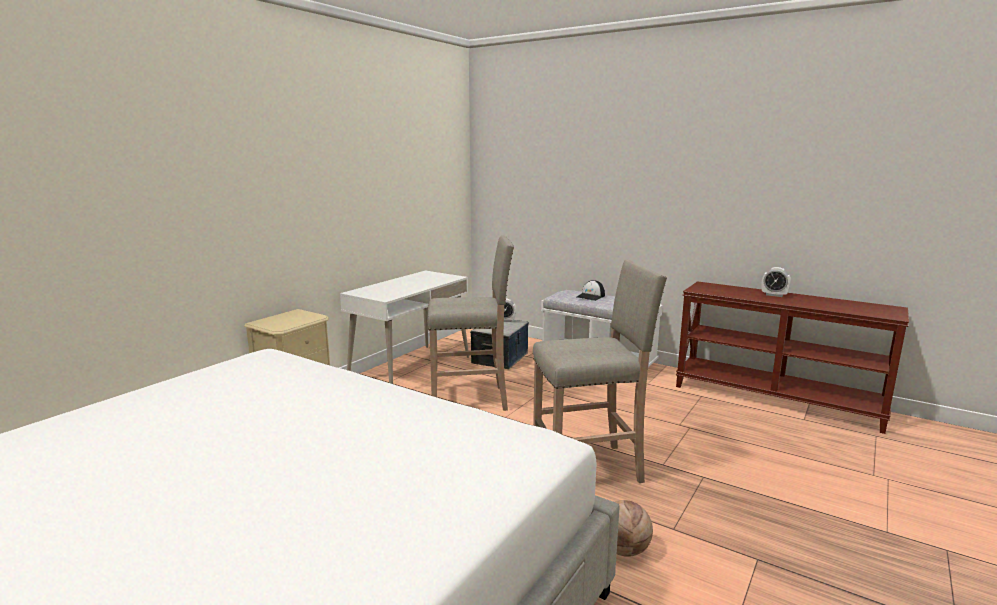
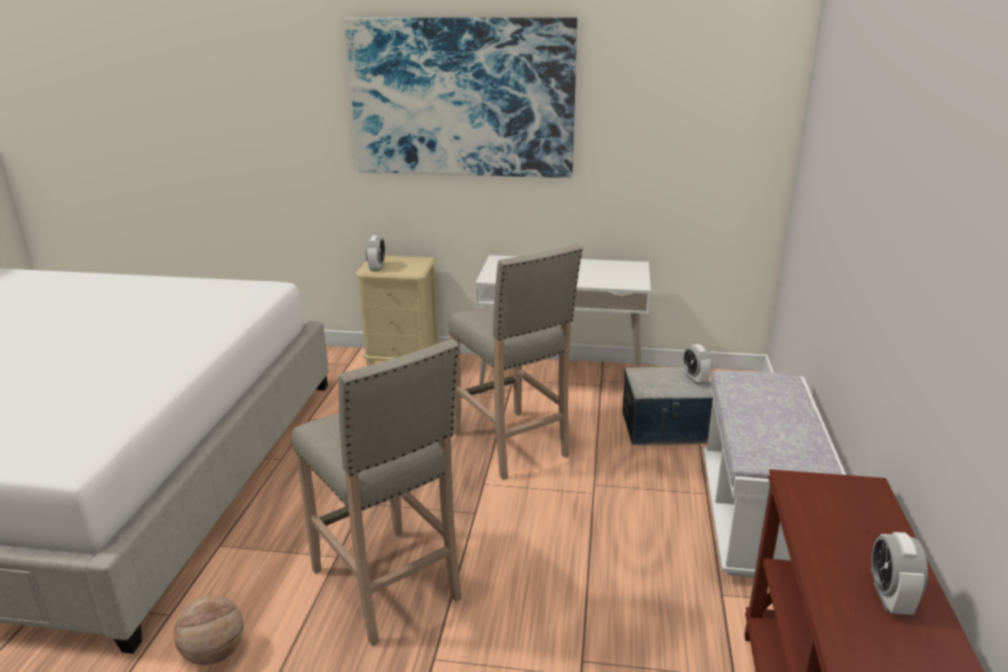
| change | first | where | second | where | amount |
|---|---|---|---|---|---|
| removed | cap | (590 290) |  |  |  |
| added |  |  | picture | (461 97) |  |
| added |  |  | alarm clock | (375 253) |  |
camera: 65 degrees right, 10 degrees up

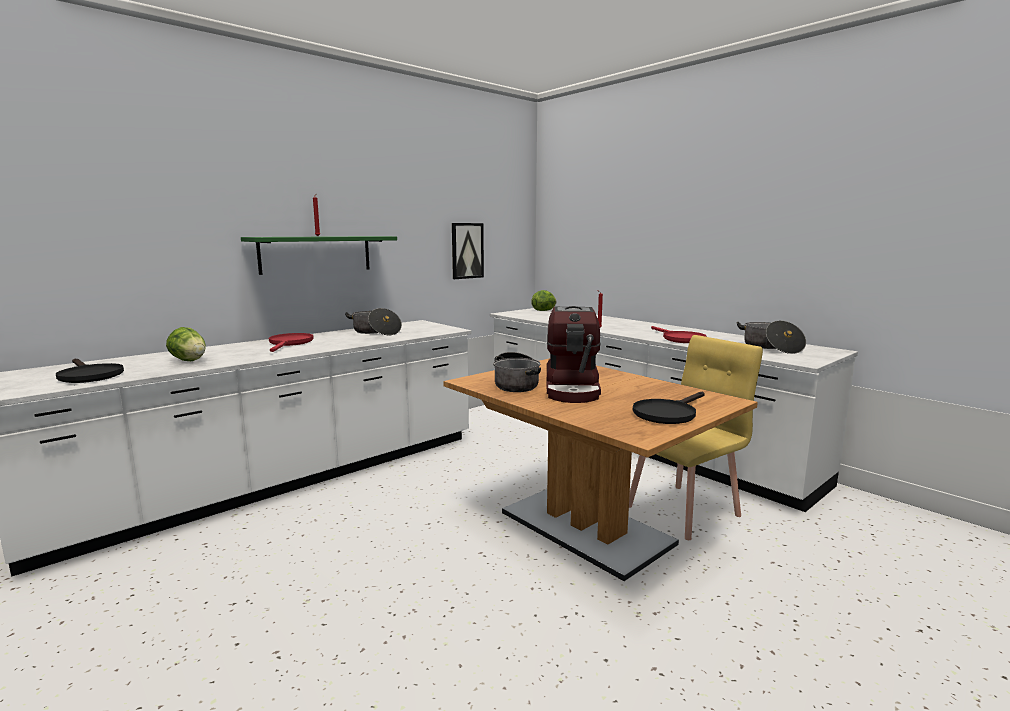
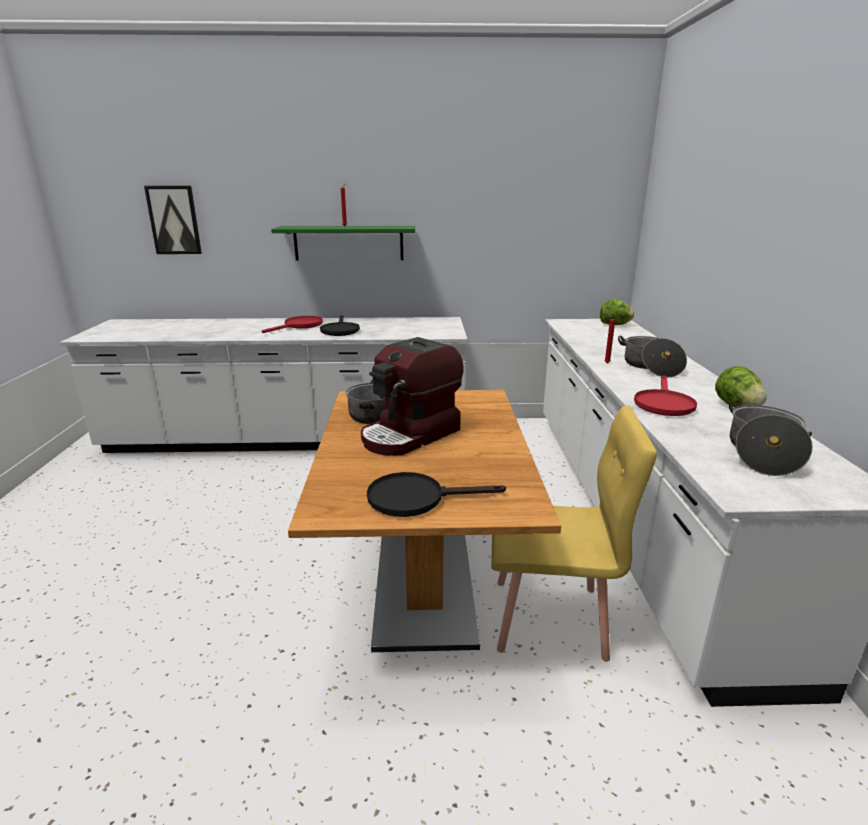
| change | first | where | second | where | amount |
|---|---|---|---|---|---|
| moved | frying pan (black) | (90 371) |  | (340 325) |  |
| moved | lettuce | (186 344) |  | (741 387) |  |
| moved | cooking pot | (373 321) |  | (652 357) |  |
| moved | picture | (468 251) |  | (173 220) |  |
camera: 40 degrees right, 10 degrees up

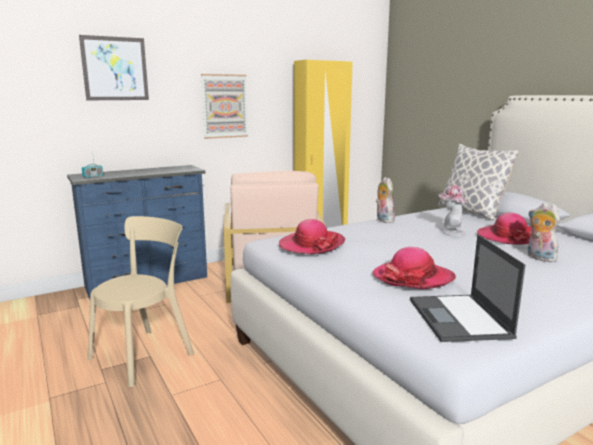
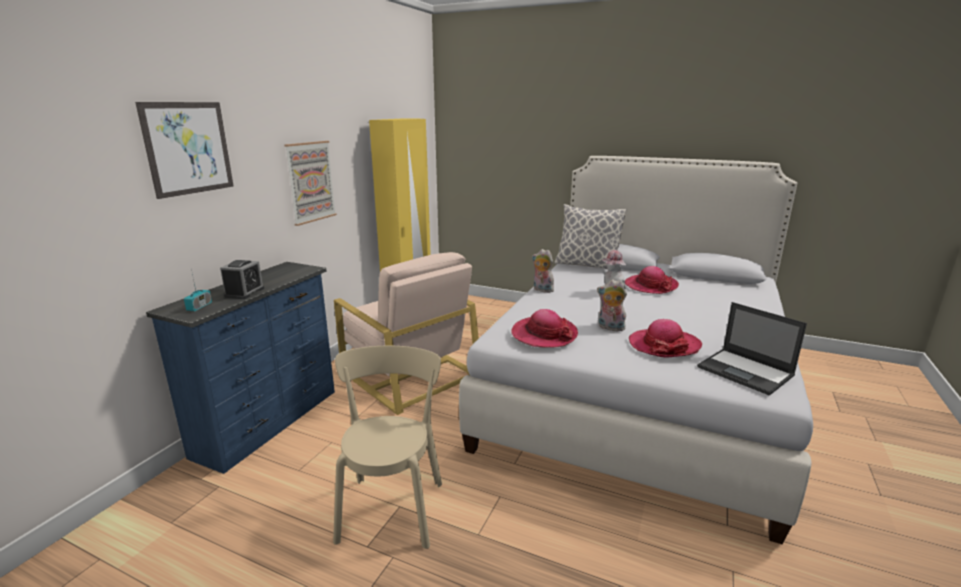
| change | first | where | second | where | amount |
|---|---|---|---|---|---|
| moved | plush toy | (544 232) |  | (612 305) |  |
| added |  |  | alarm clock | (242 279) |  |
camera: 35 degrees left, 5 degrees up

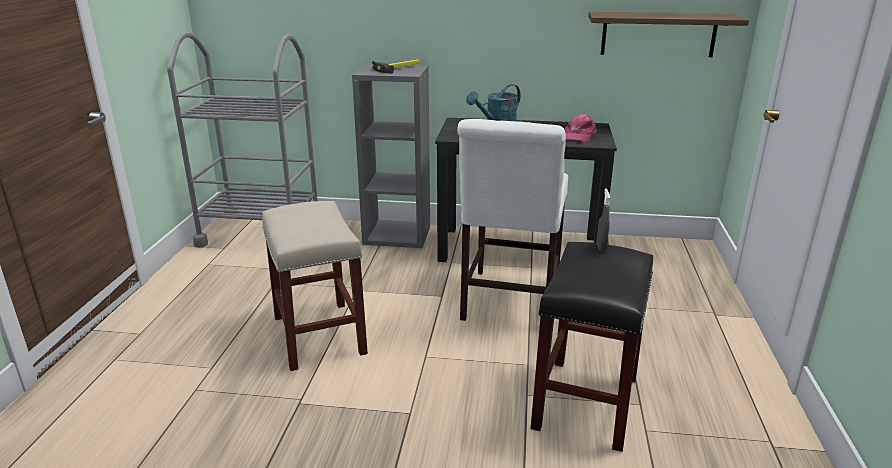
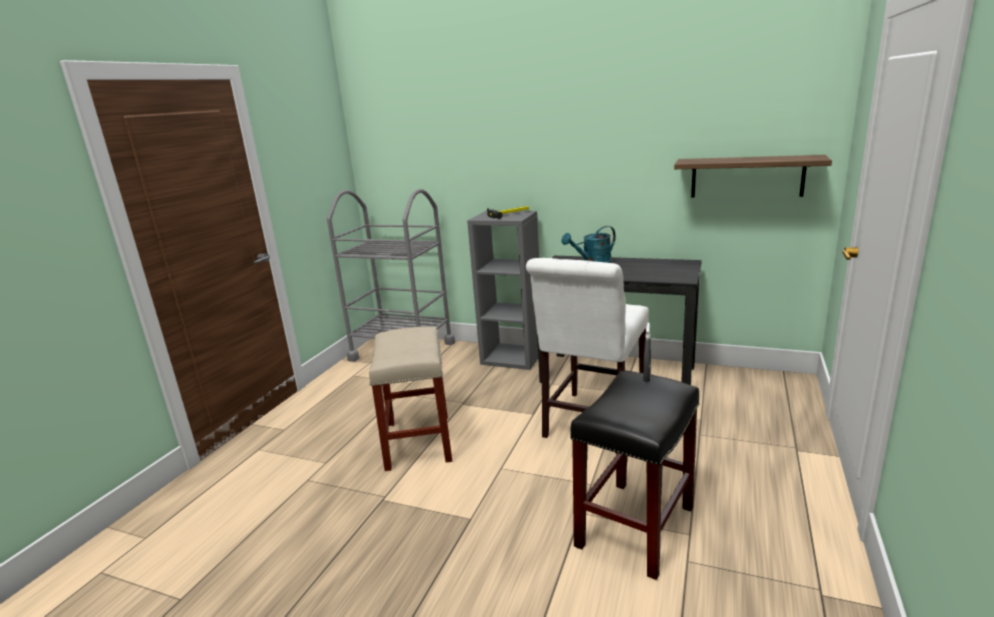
| change | first | where | second | where | amount |
|---|---|---|---|---|---|
| removed | cap (pink) | (580 127) |  |  |  |
camera: 15 degrees right, 5 degrees down

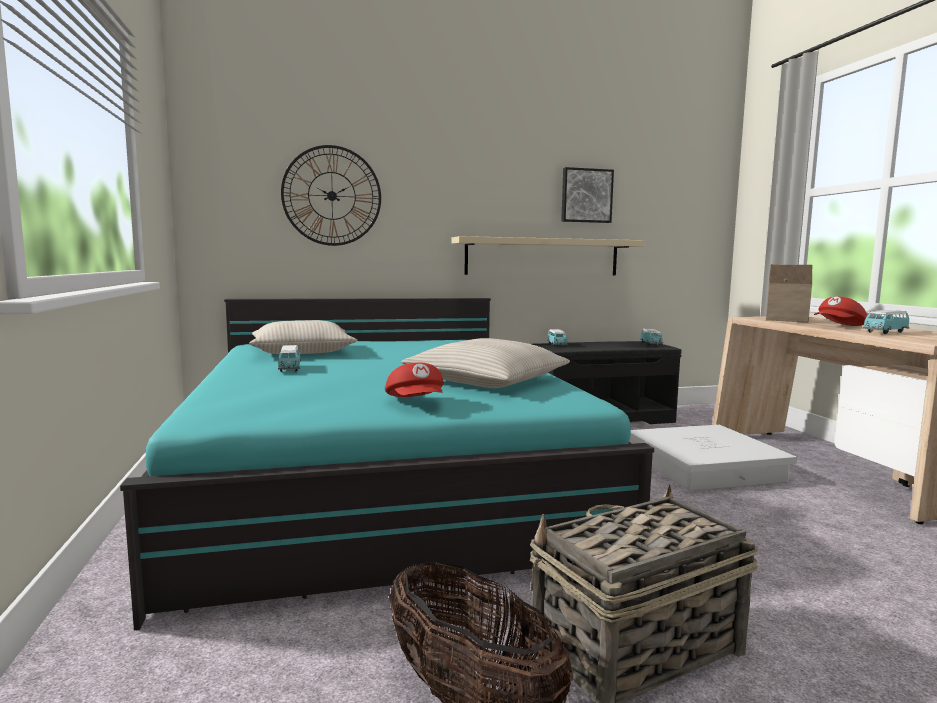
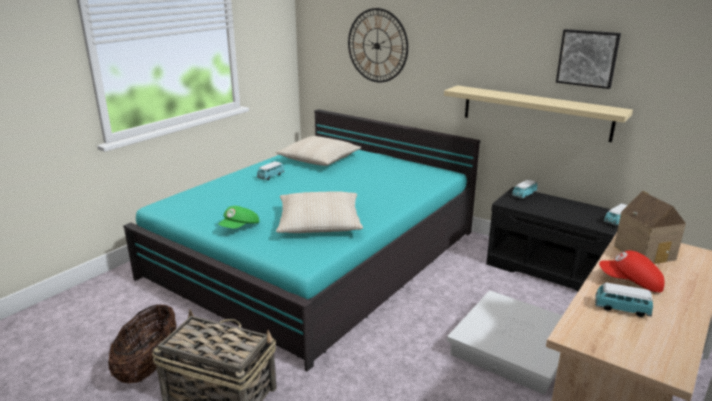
| change | first | where | second | where | amount |
|---|---|---|---|---|---|
| recoloured | cap (red) | (414 379) | cap (green) | (238 217) |  |
camera: 50 degrees right, 15 degrees up

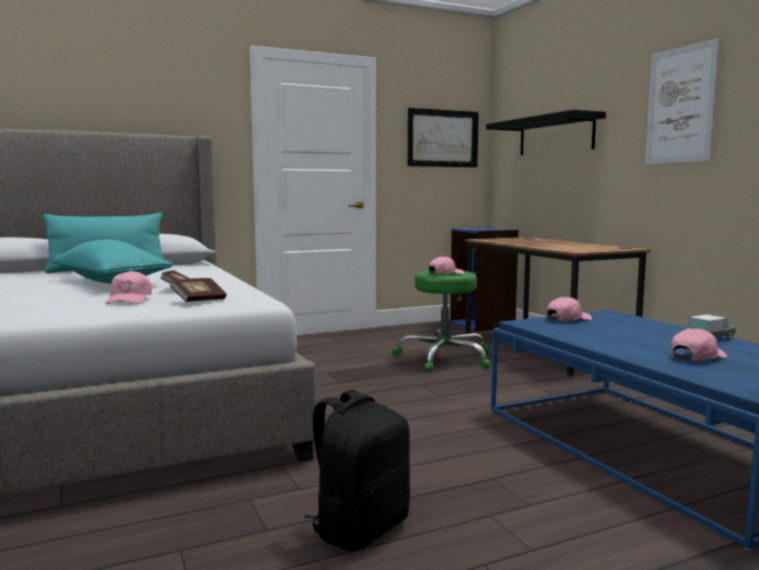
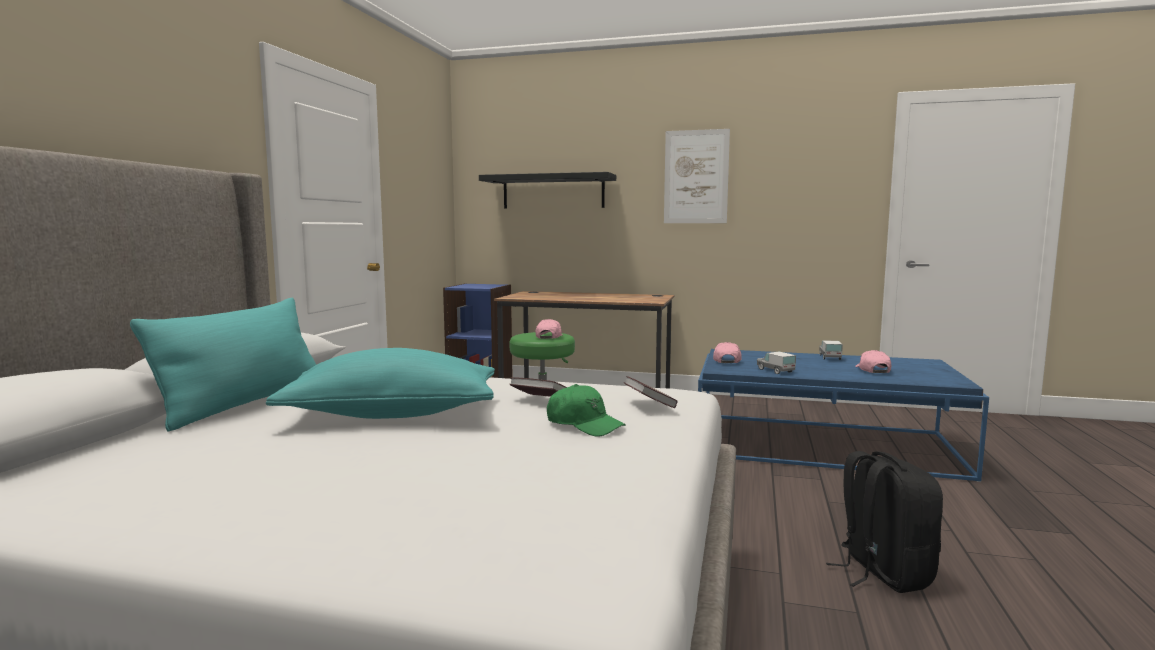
| change | first | where | second | where | amount |
|---|---|---|---|---|---|
| recoloured | cap (pink) | (129 287) | cap (green) | (586 410) |  |
| removed | picture | (443 137) |  |  |  |
| added |  |  | toy truck | (776 363) |  |
camera: 50 degrees left, 0 degrees up

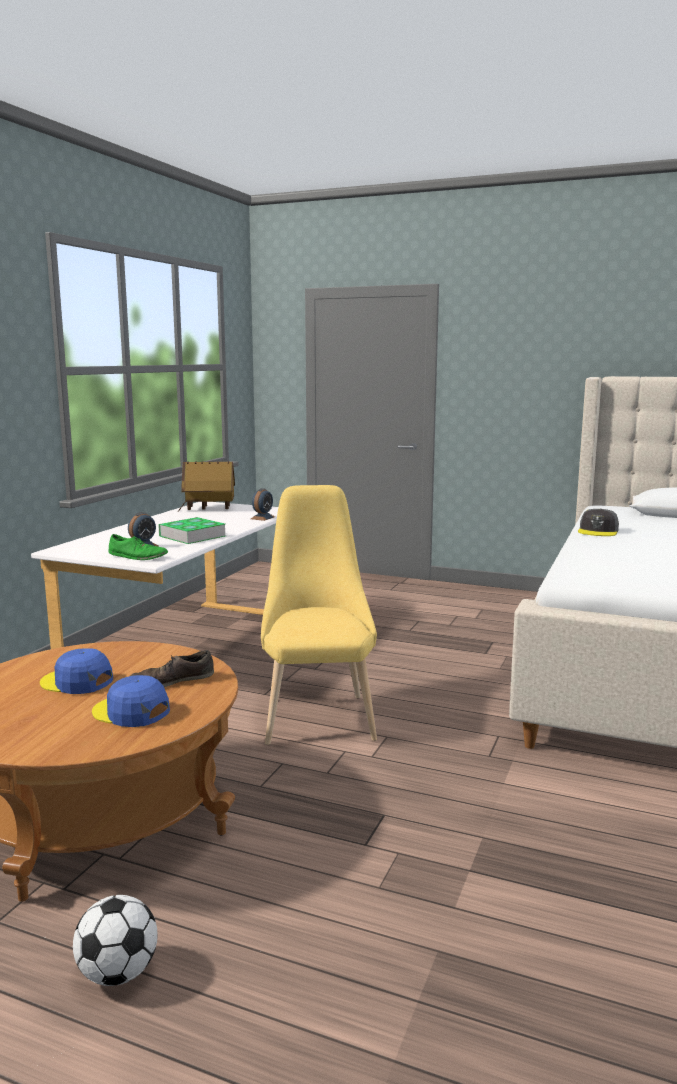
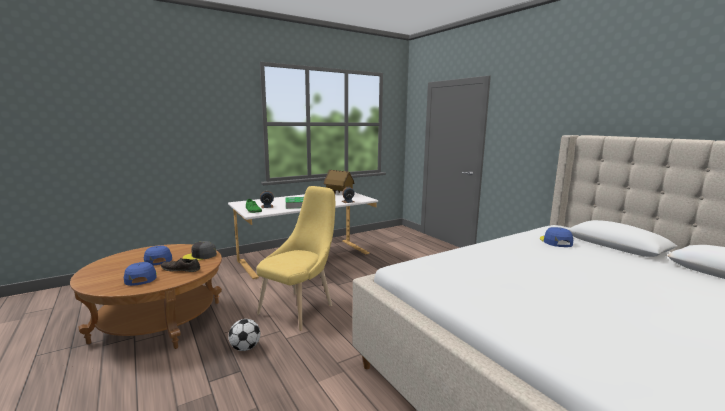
| change | first | where | second | where | amount |
|---|---|---|---|---|---|
| moved | football | (115 940) |  | (244 335) |  |
| moved | cap (grey) | (598 522) |  | (200 250) |  |
| added |  |  | cap (blue) | (556 237) |  |
camera: 35 degrees right, 0 degrees up

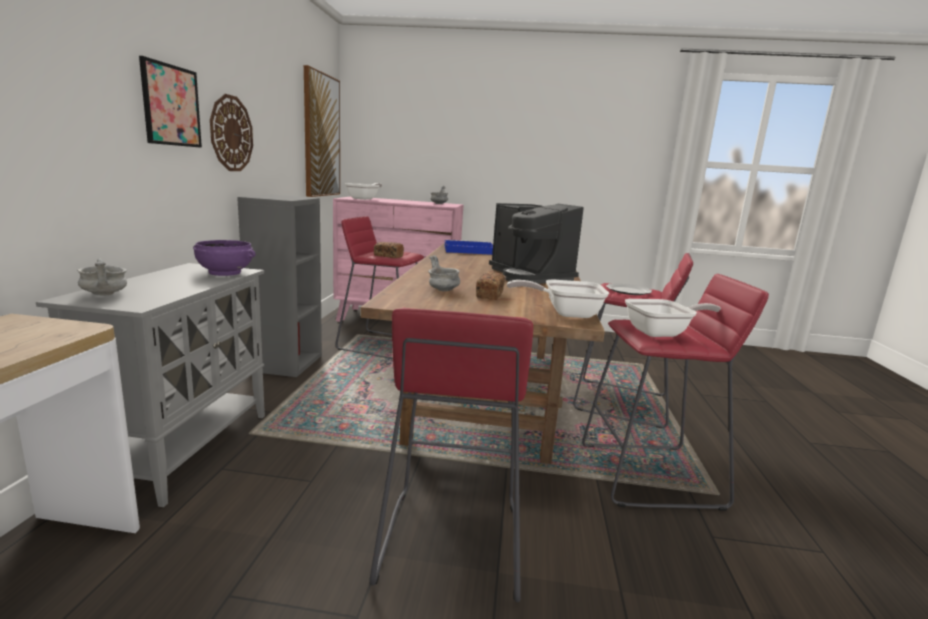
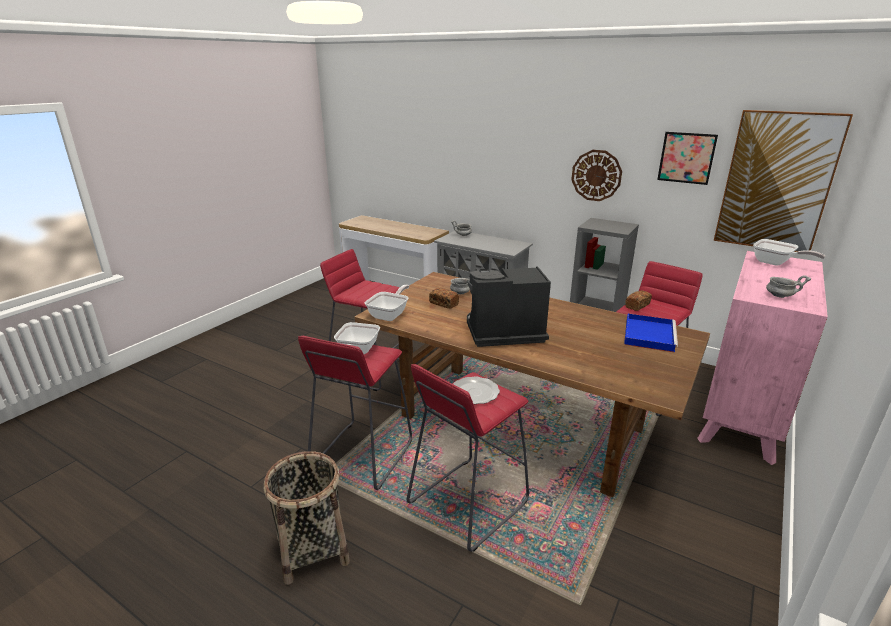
| change | first | where | second | where | amount |
|---|---|---|---|---|---|
| moved | picture | (170 102) |  | (687 158) |  |
| removed | bowl (purple) | (224 258) |  |  |  |
| added |  |  | basket | (307 518) |  |
camera: 115 degrees right, 10 degrees up

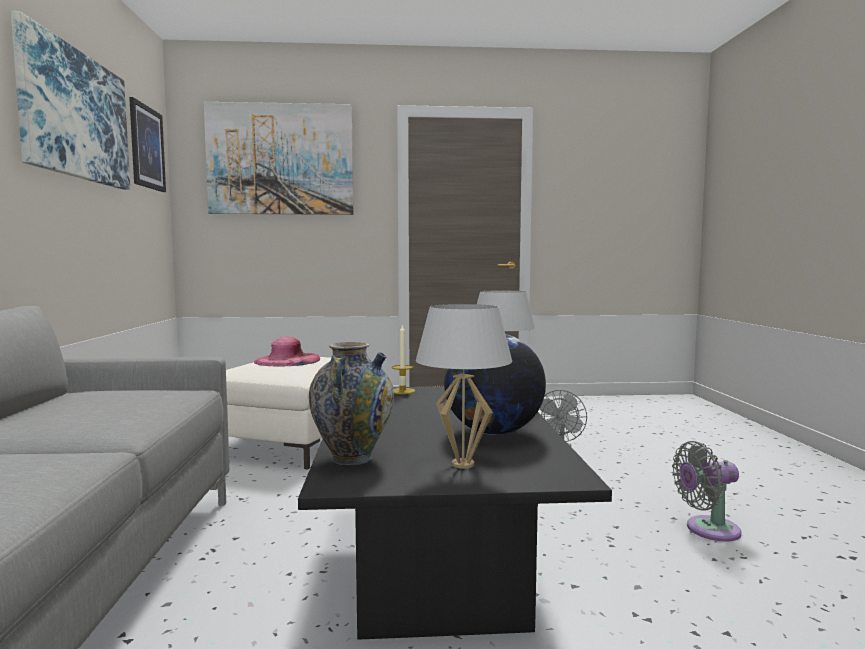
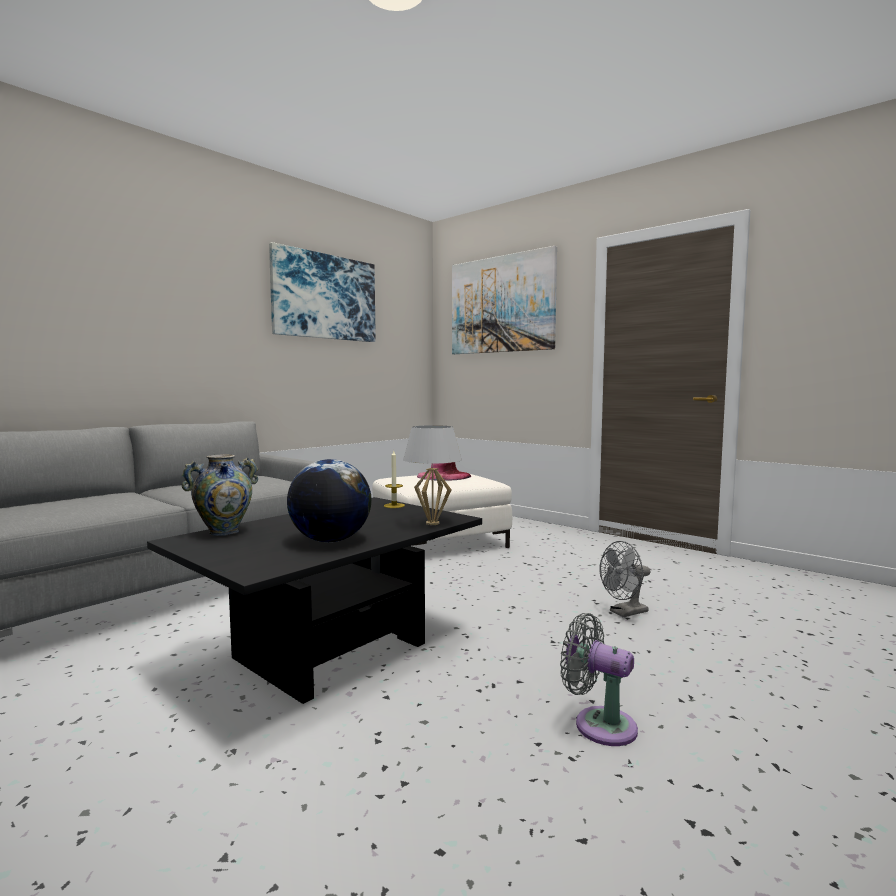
| change | first | where | second | where | amount |
|---|---|---|---|---|---|
| removed | picture | (147 144) |  |  |  |
| removed | table lamp (white) | (464 386) |  |  |  |
camera: 45 degrees right, 0 degrees up

